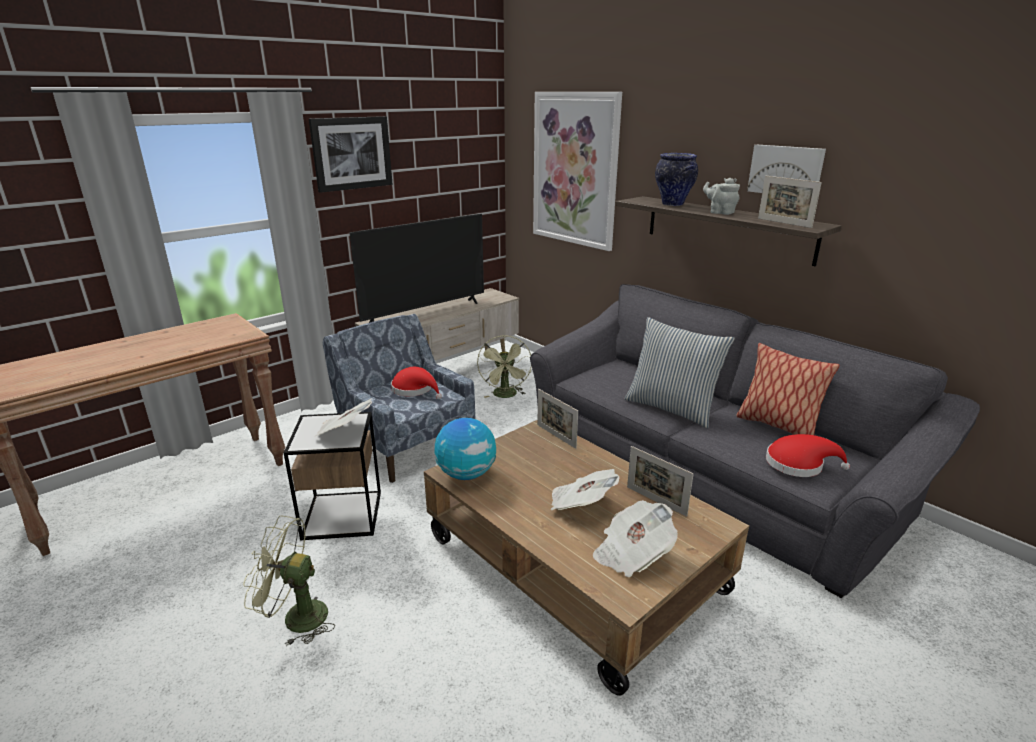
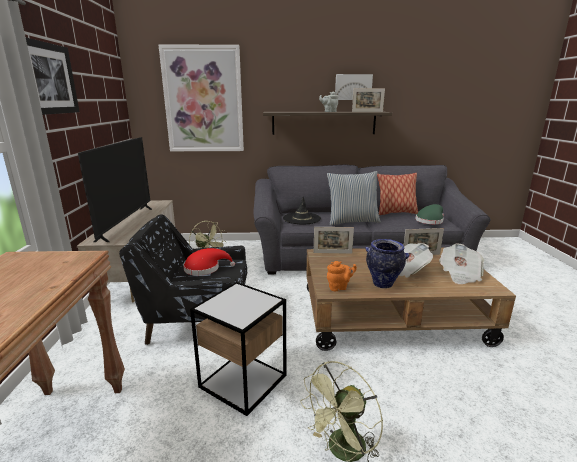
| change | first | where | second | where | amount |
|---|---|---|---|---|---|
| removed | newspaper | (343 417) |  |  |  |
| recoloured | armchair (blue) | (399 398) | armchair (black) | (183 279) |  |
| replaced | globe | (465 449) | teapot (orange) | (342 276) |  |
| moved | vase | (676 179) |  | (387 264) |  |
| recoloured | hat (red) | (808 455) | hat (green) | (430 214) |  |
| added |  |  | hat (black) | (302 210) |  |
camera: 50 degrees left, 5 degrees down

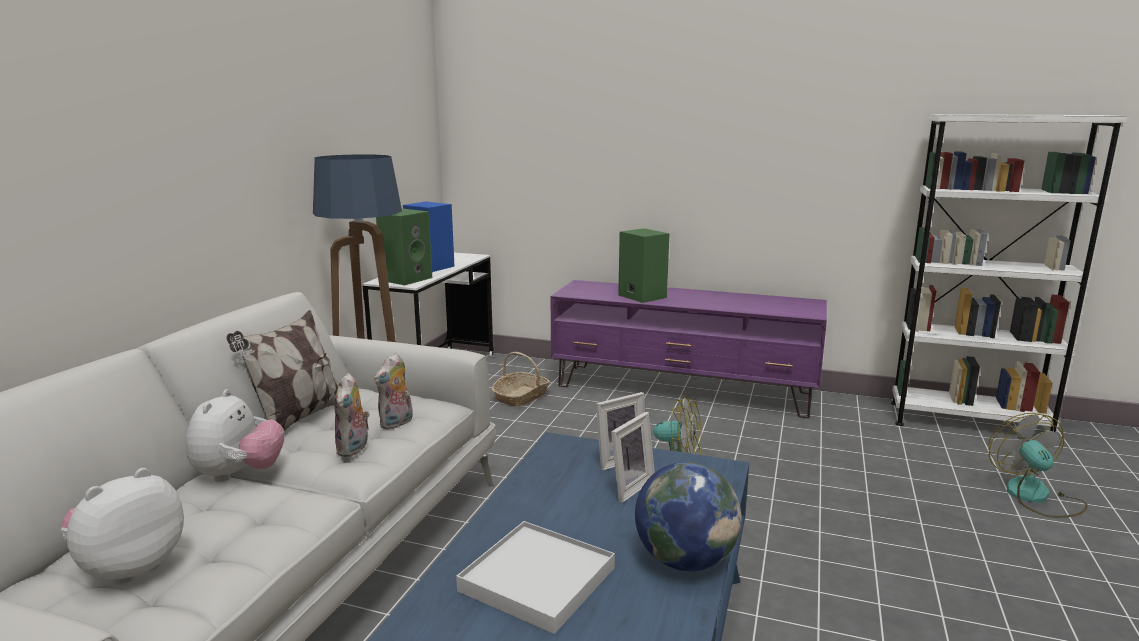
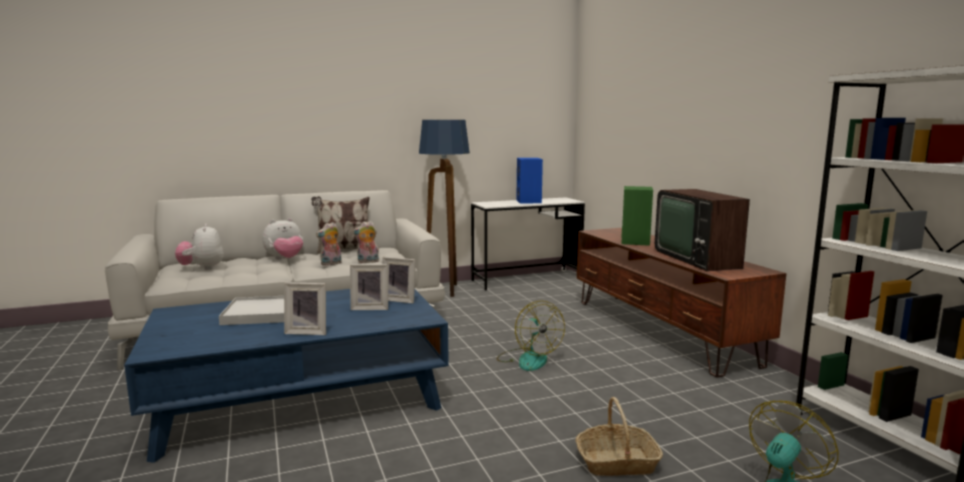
| change | first | where | second | where | amount |
|---|---|---|---|---|---|
| turned | plush toy | (122 526) |  | (199 247) | 105 degrees counterclockwise |
| removed | speaker (green) | (404 247) |  |  |  |
| moved | basket | (520 379) |  | (619 436) |  |
| recoloured | tv stand (purple) | (689 349) | tv stand (brown) | (682 302) |  |
| replaced | globe | (688 516) | picture frame | (305 308) |  |
| added |  |  | television | (702 230) |  |
camera: 50 degrees right, 5 degrees down

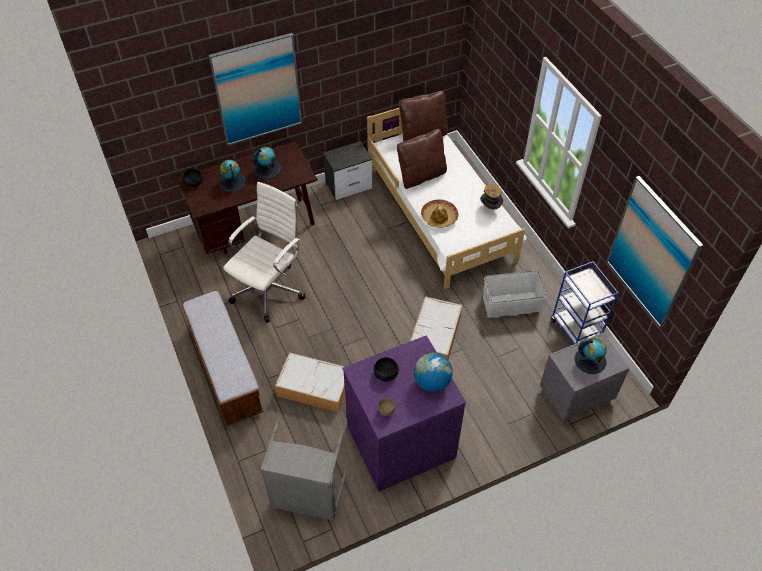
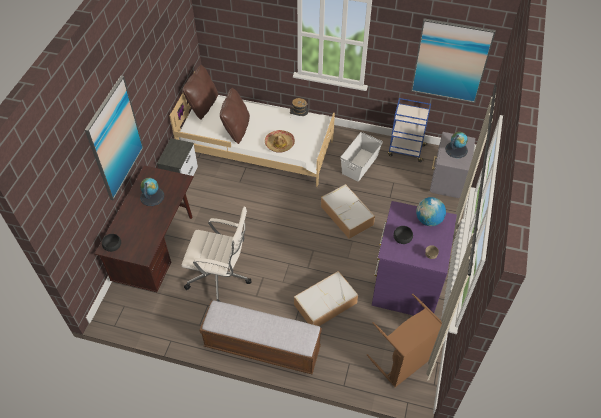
| change | first | where | second | where | amount |
|---|---|---|---|---|---|
| removed | globe | (232 176) |  |  |  |
| turned | office chair (white) | (264 252) |  | (216 254) | 120 degrees clockwise |
| recoloured | laundry basket (grey) | (303 469) | laundry basket (brown) | (404 340) |  |
camera: 50 degrees left, 0 degrees up

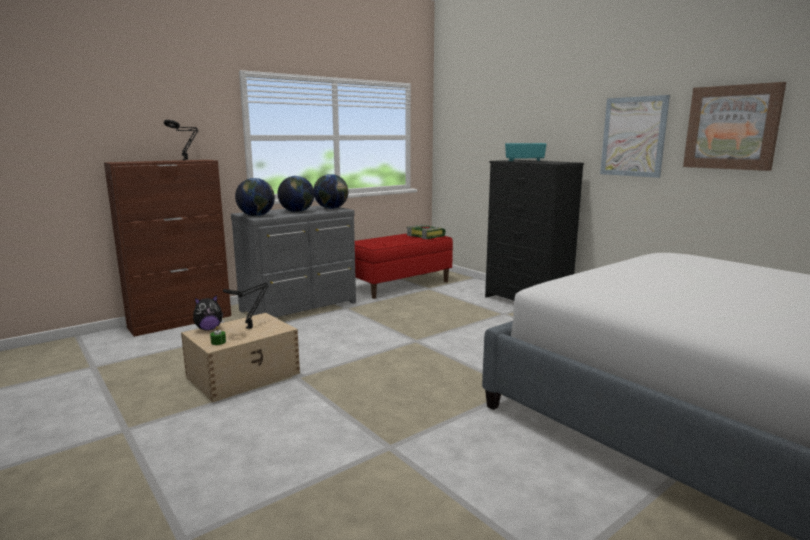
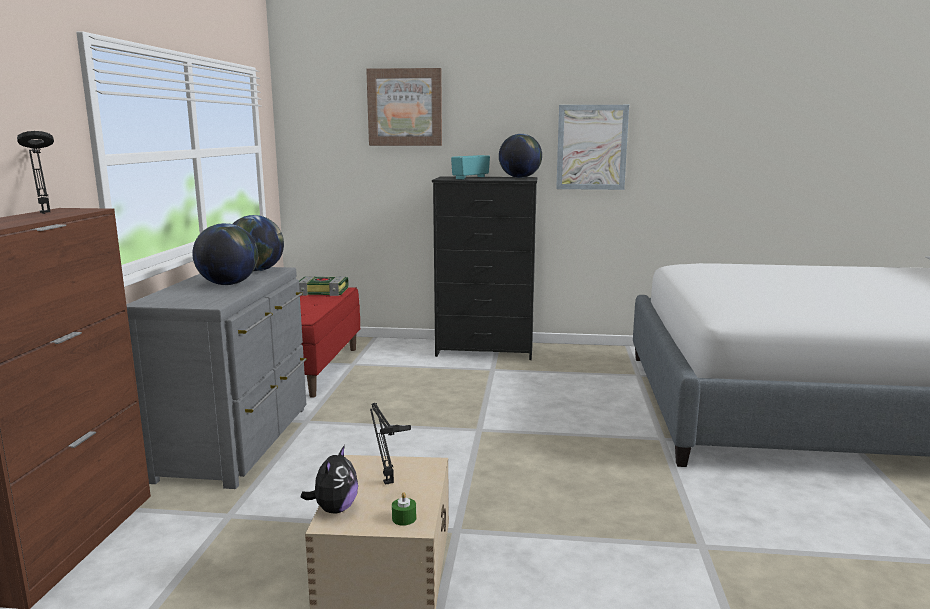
| change | first | where | second | where | amount |
|---|---|---|---|---|---|
| moved | globe | (255 197) |  | (520 156) |  |
| moved | picture | (734 126) |  | (404 107) |  |
camera: 45 degrees left, 0 degrees up

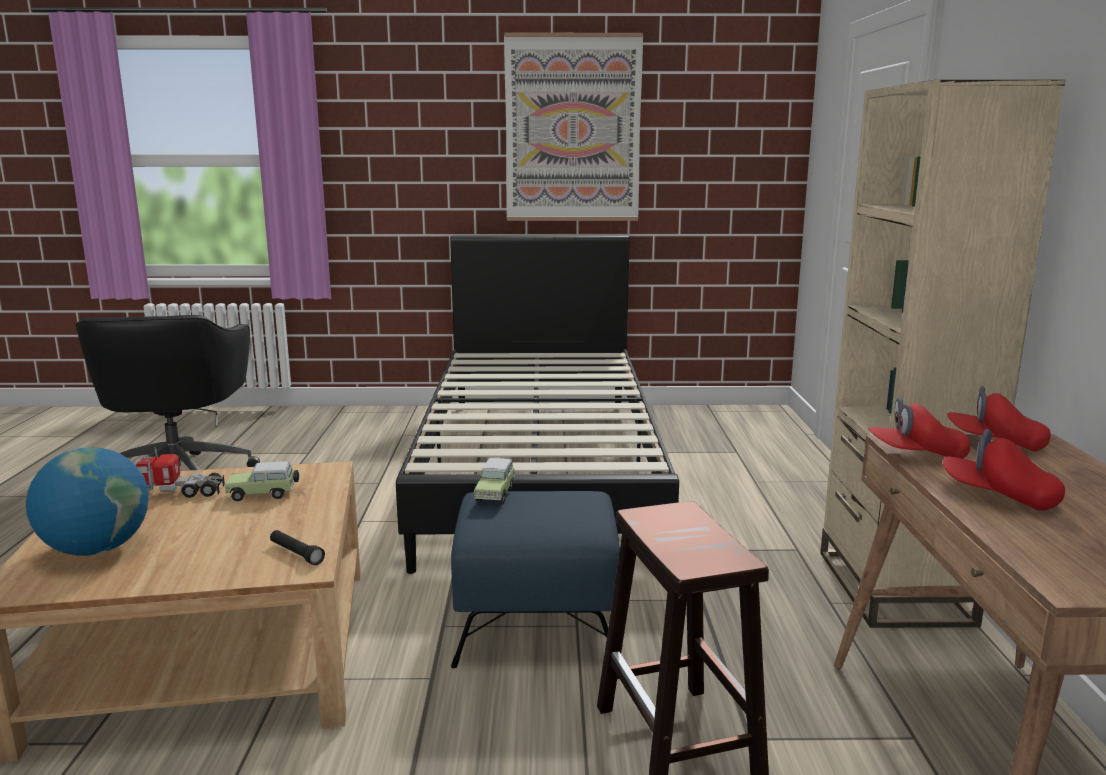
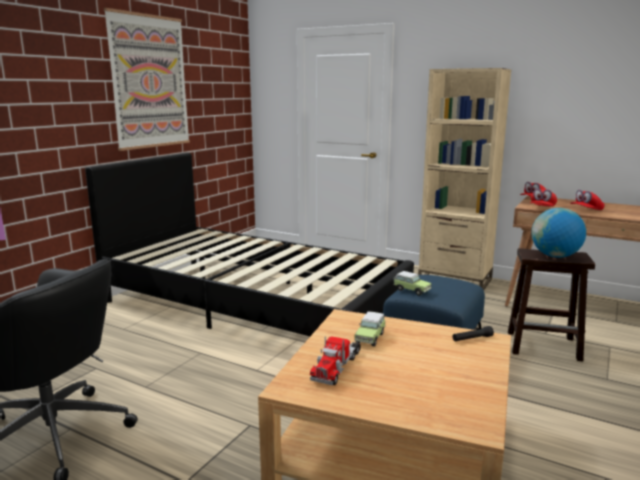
| change | first | where | second | where | amount |
|---|---|---|---|---|---|
| moved | globe | (87 501) |  | (558 233) |  |
camera: 60 degrees left, 0 degrees up

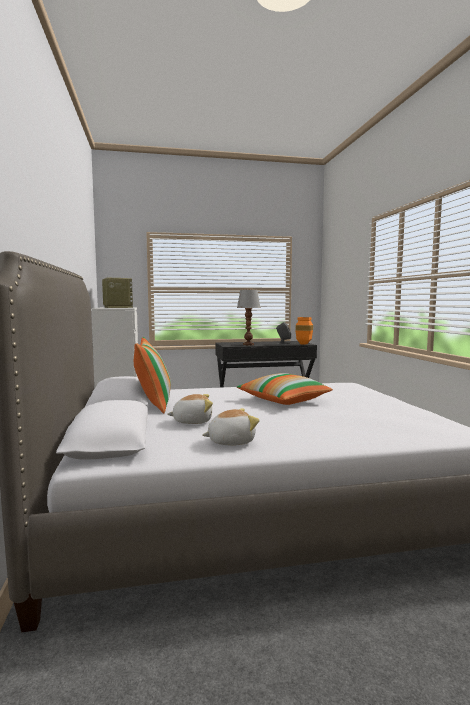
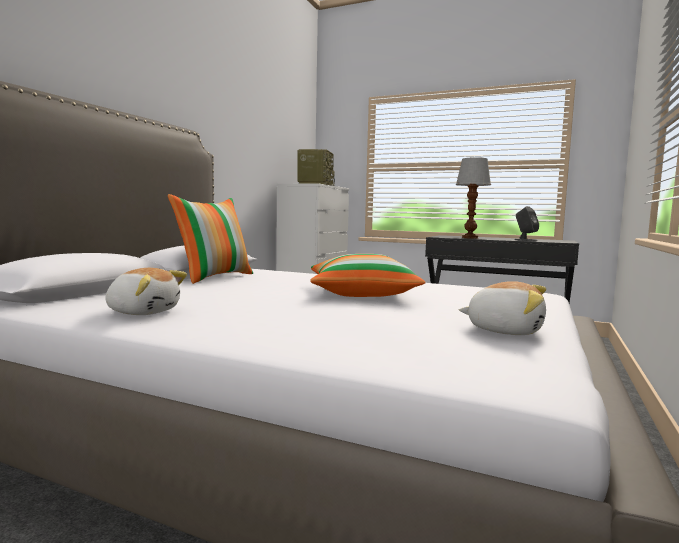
| change | first | where | second | where | amount |
|---|---|---|---|---|---|
| moved | plush toy | (190 409) |  | (502 308) |  |
| removed | vase (orange) | (304 331) |  |  |  |
camera: 35 degrees right, 0 degrees up

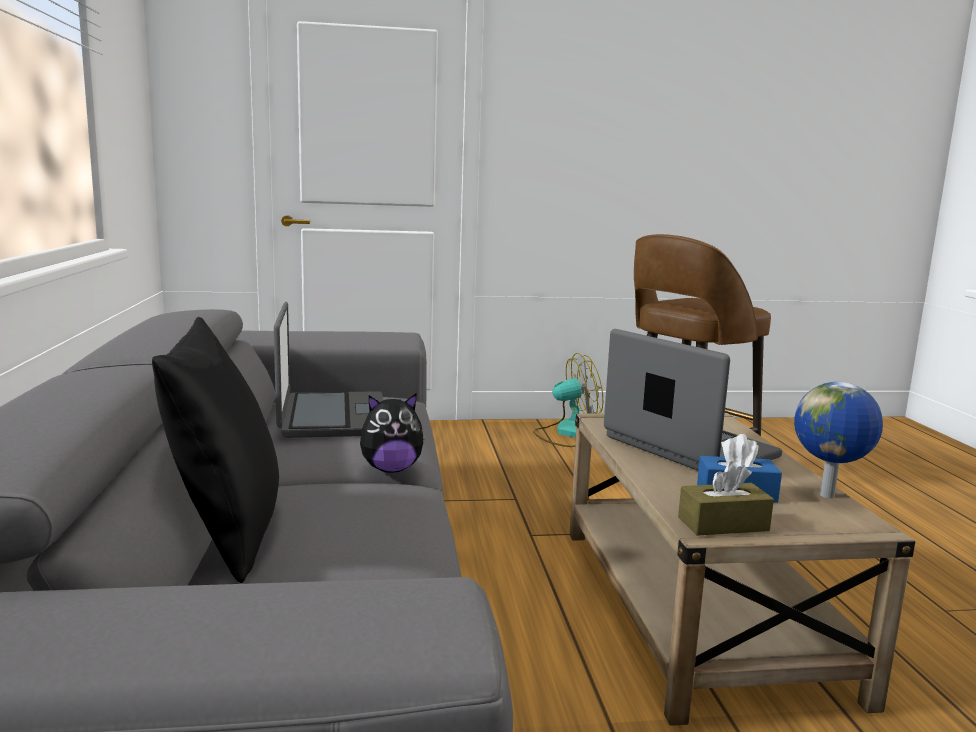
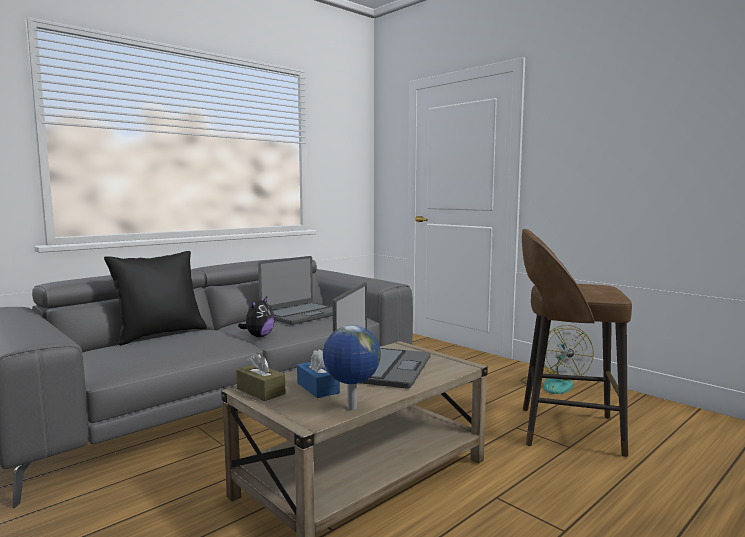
| change | first | where | second | where | amount |
|---|---|---|---|---|---|
| turned | plush toy | (392 433) |  | (256 316) | 105 degrees counterclockwise |
| turned | fan | (568 400) |  | (557 359) | 45 degrees clockwise |
camera: 55 degrees right, 5 degrees down

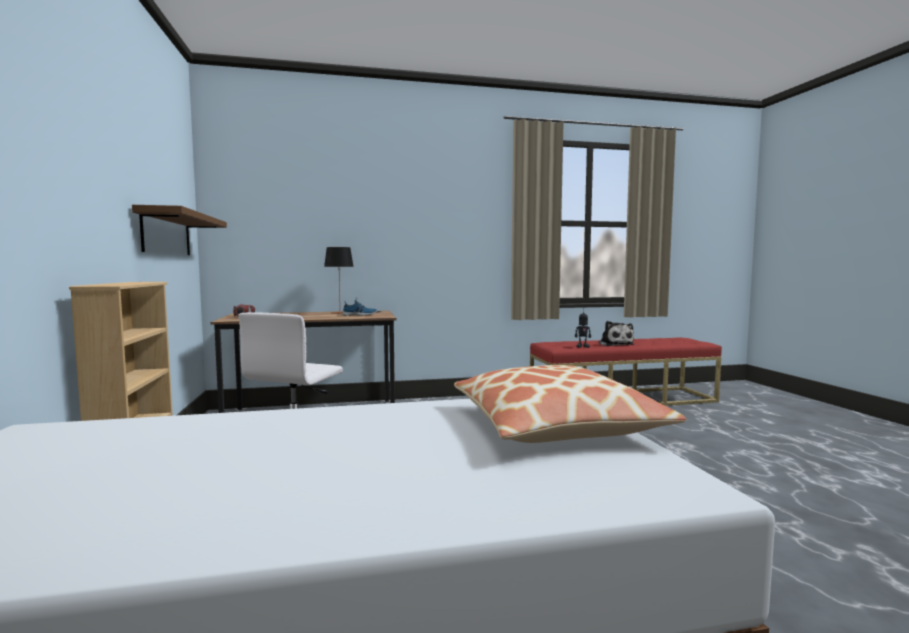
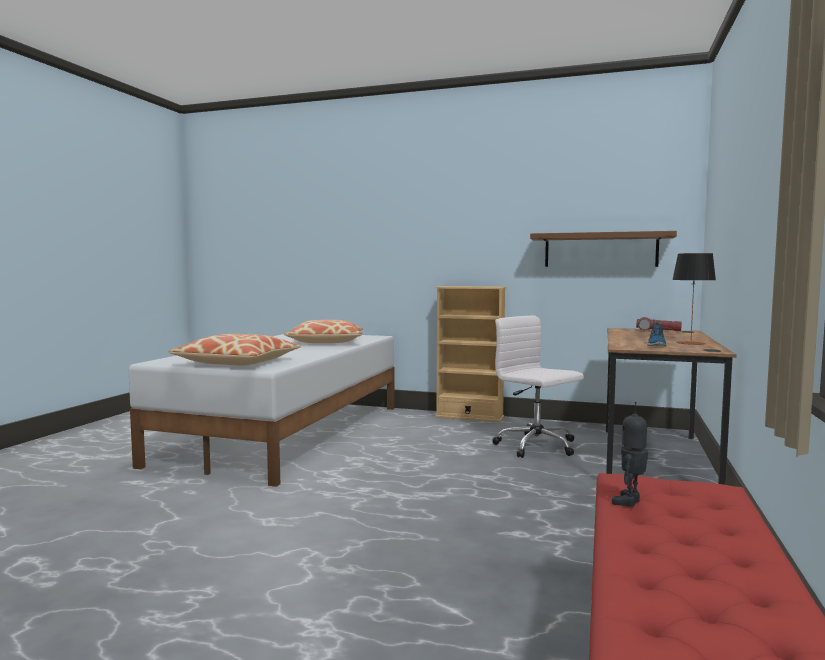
| change | first | where | second | where | amount |
|---|---|---|---|---|---|
| removed | plush toy | (616 333) |  |  |  |
| added |  |  | pillow | (324 331) |  |
camera: 120 degrees right, 0 degrees up

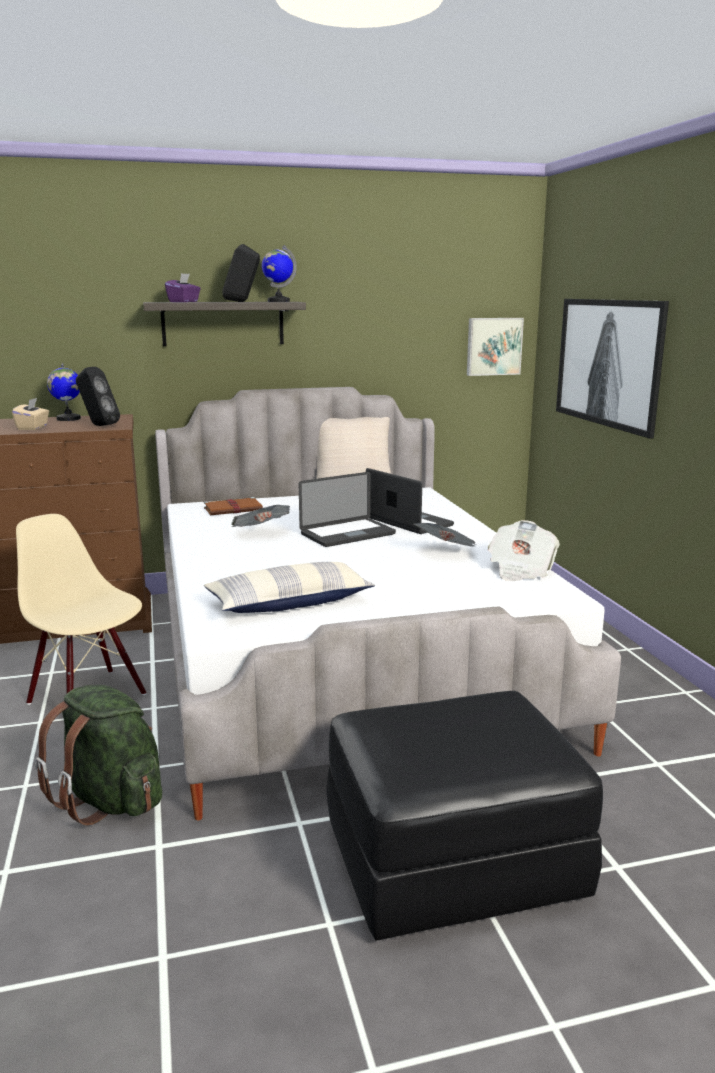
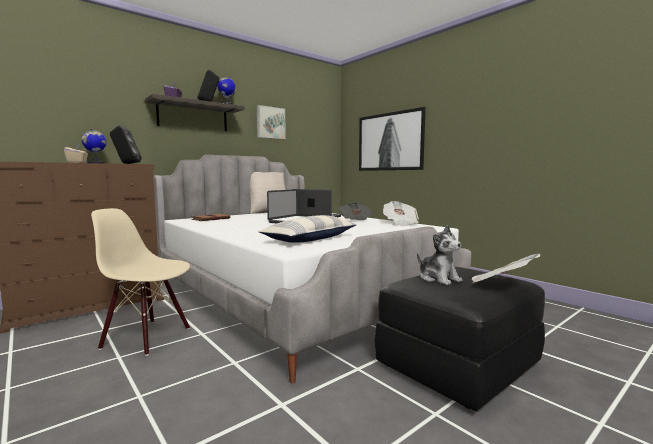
| change | first | where | second | where | amount |
|---|---|---|---|---|---|
| removed | backpack (green) | (98 755) |  |  |  |
| moved | newspaper | (260 516) |  | (506 268) |  |
| moved | picture | (495 347) |  | (271 122) |  |
| added |  |  | plush toy | (439 255) |  |
camera: 25 degrees left, 10 degrees down

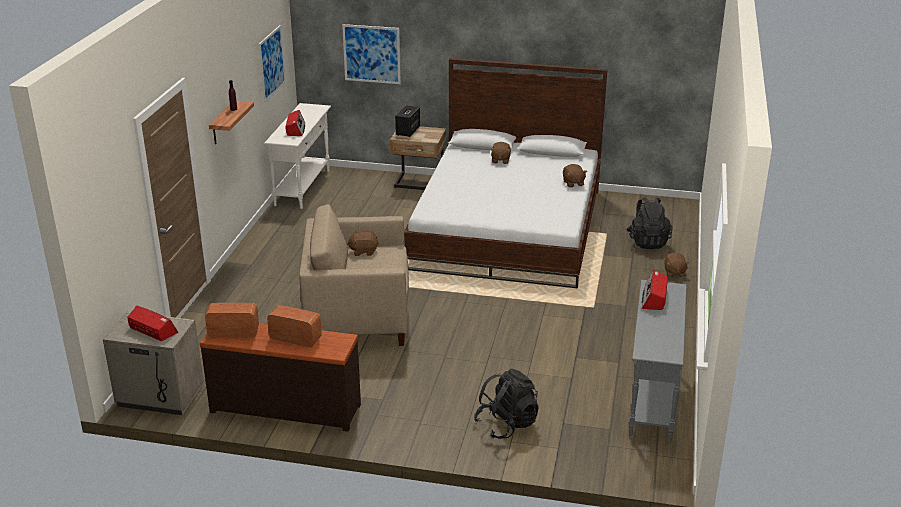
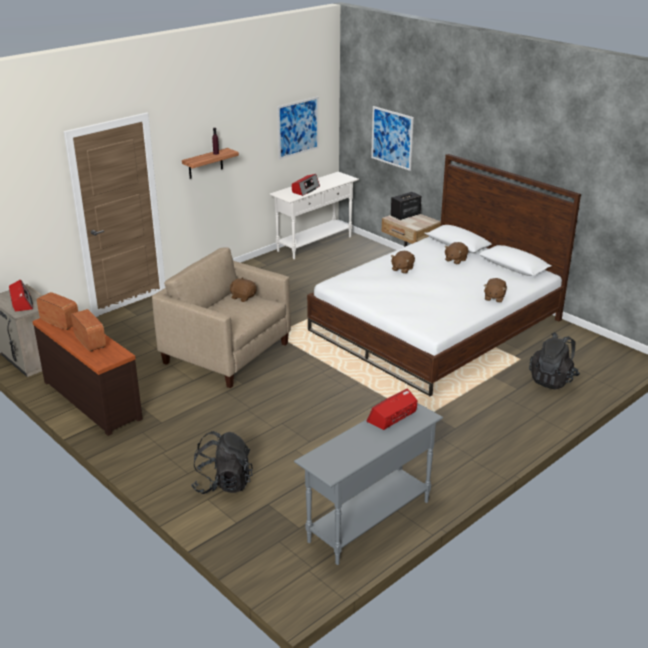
| change | first | where | second | where | amount |
|---|---|---|---|---|---|
| moved | plush toy (brown) | (676 265) |  | (403 262) |  |
camera: 35 degrees right, 0 degrees up

